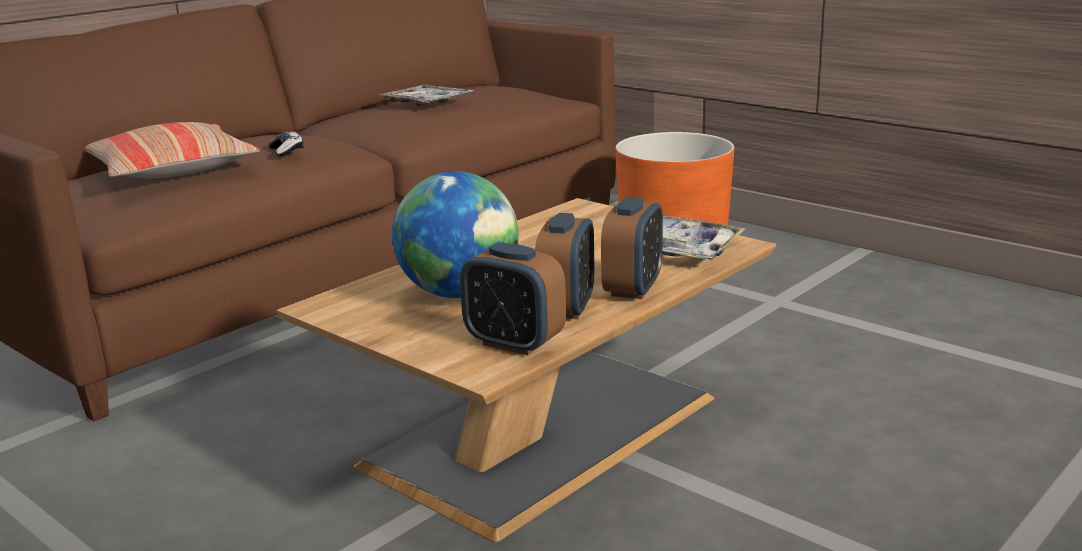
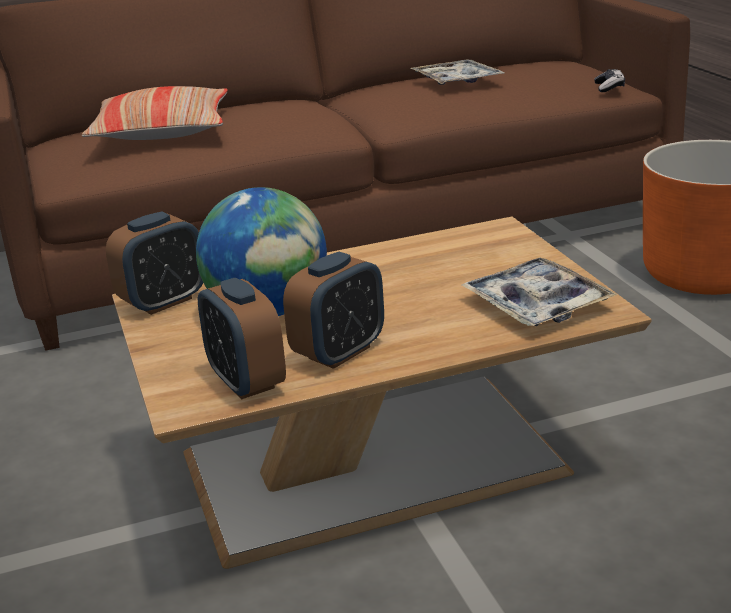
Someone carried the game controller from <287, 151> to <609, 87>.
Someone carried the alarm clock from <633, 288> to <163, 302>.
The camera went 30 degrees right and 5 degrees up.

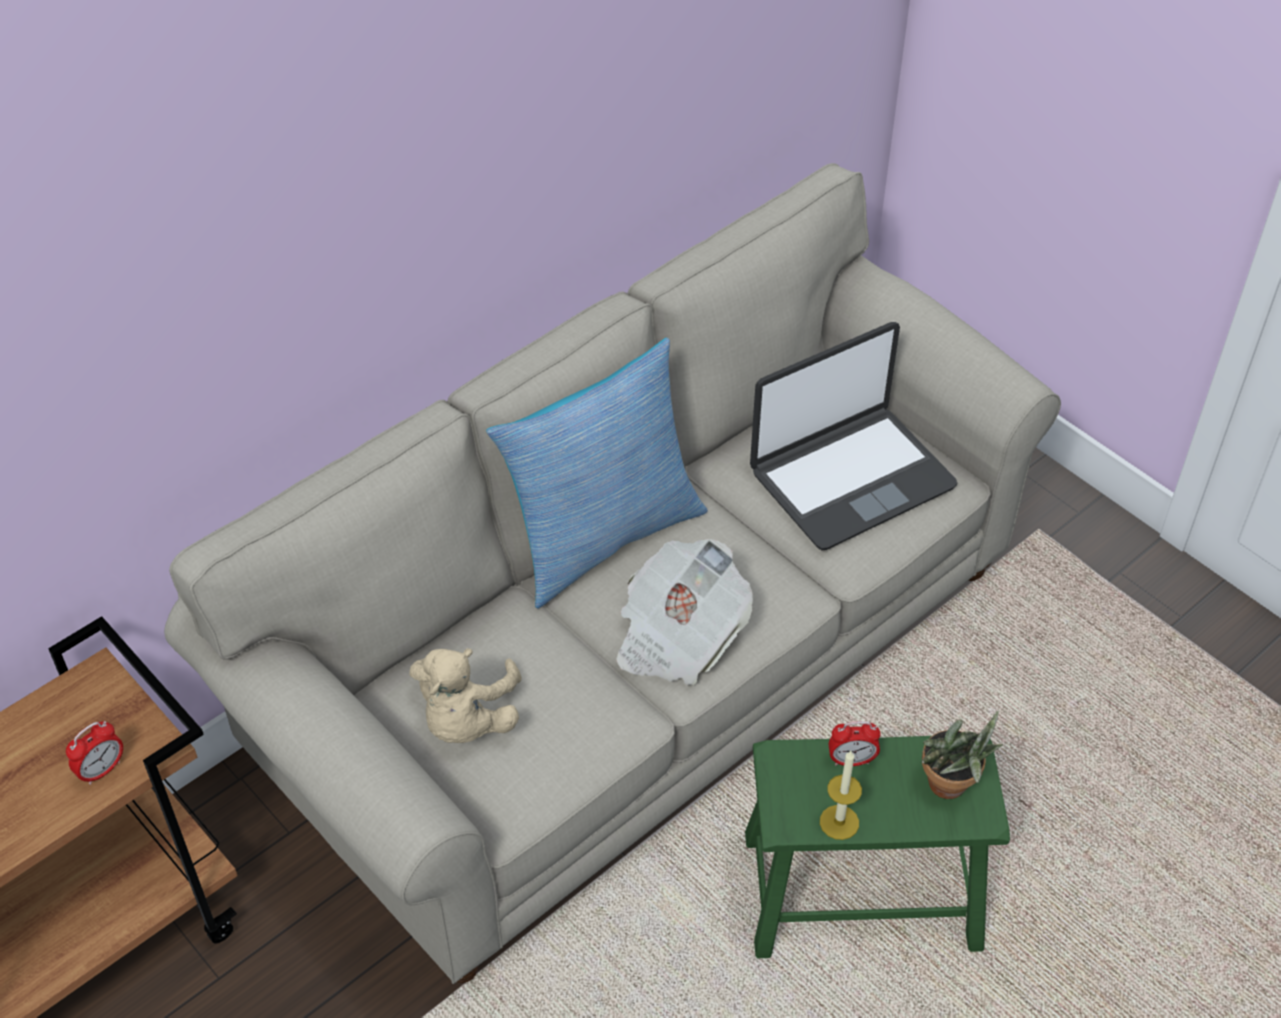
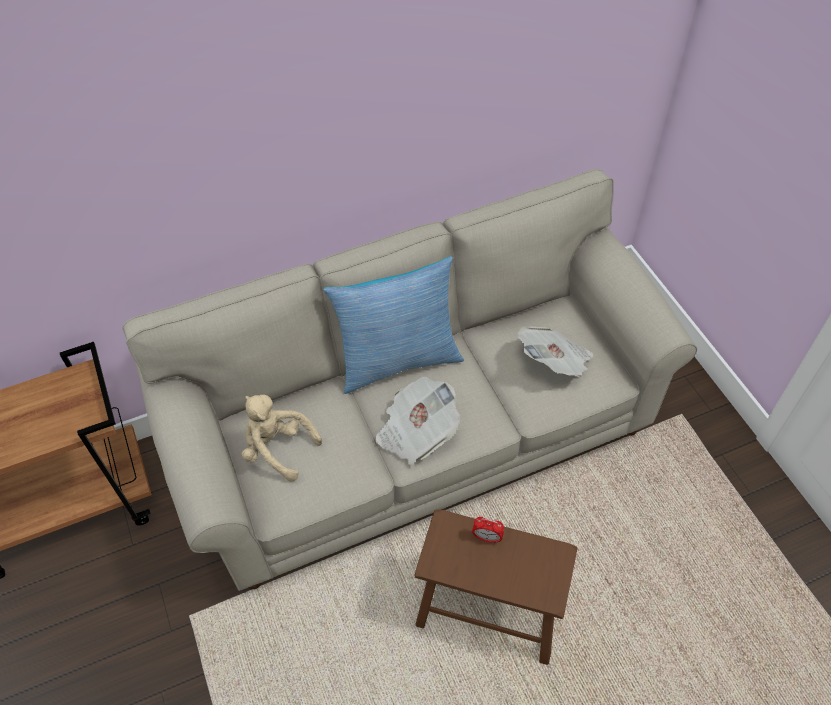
Someone took away the alarm clock at <102, 770>.
Someone rotated the beige-coloured plush toy at <466, 719> by 90 degrees clockwise.
Someone repainted the green-coloured stool at <861, 890>, which became the brown-coloured stool at <490, 604>.
Someone swapped the laptop at <850, 478> for the daily paper at <554, 362>.
Someone took away the wax candle at <839, 822>.
Someone took away the houseplant at <951, 788>.
The camera went 20 degrees right and 5 degrees up.

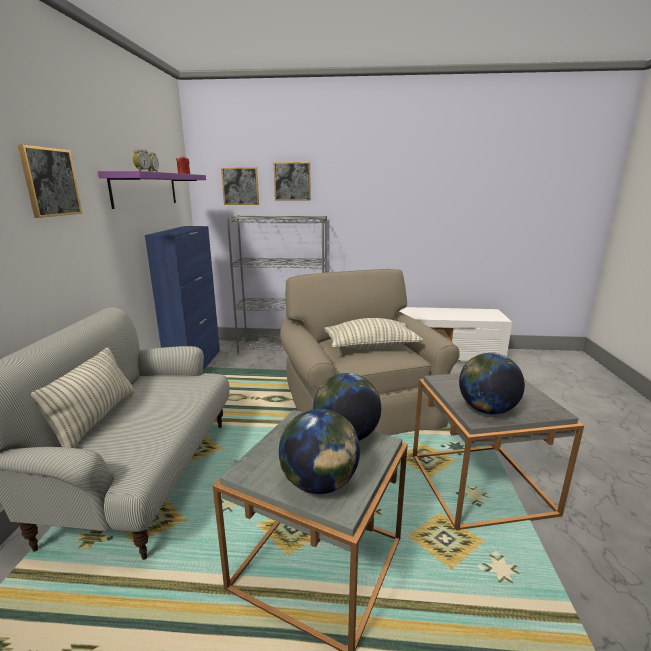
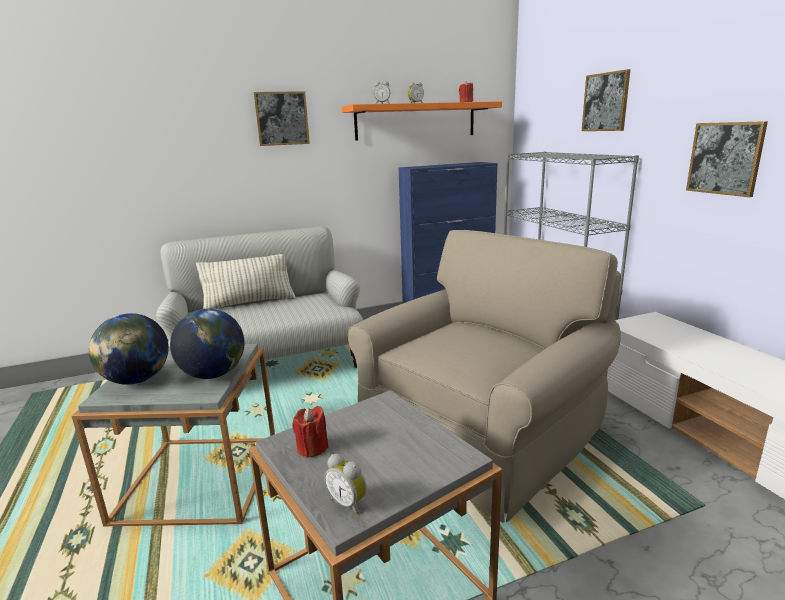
Someone repainted the purplish bracket shelf at <145, 189>, which became the orangey bracket shelf at <416, 121>.
Someone carried the wall picture from <240, 186> to <725, 158>.
Someone took away the pillow at <371, 346>.
Someone swapped the globe at <486, 410> for the reddish wax candle at <312, 448>.
Someone put down the alarm clock at <349, 503>.
The camera went 65 degrees right and 0 degrees up.

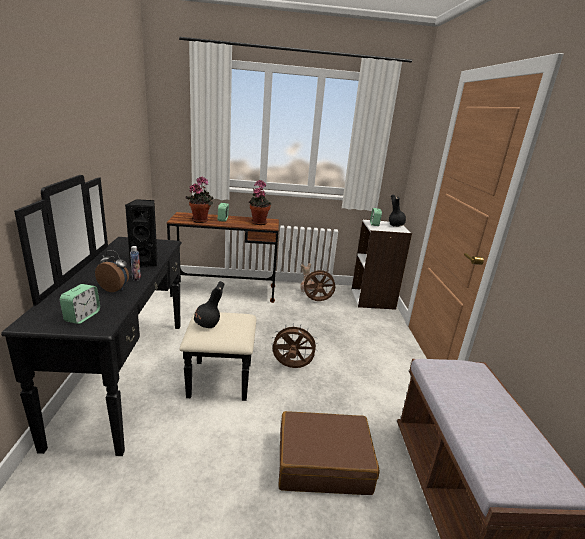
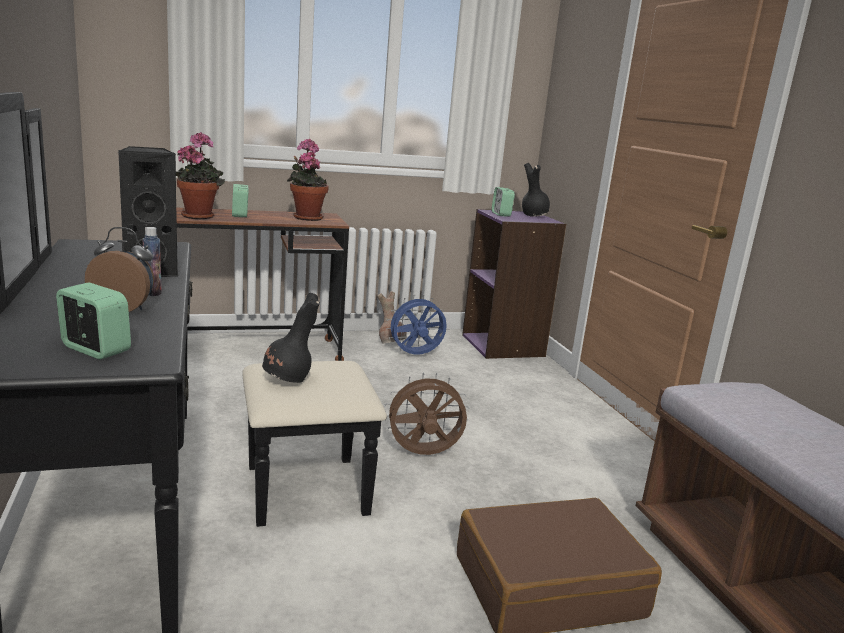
Someone rotated the alarm clock at <82, 316> by 60 degrees counterclockwise.
Someone repainted the brown-coloured electric fan at <317, 301>, which became the blue electric fan at <415, 355>.
Someone repainted the white-coloured bookcase at <373, 299>, which became the purplish bookcase at <503, 345>.
The camera went 15 degrees left and 5 degrees down.

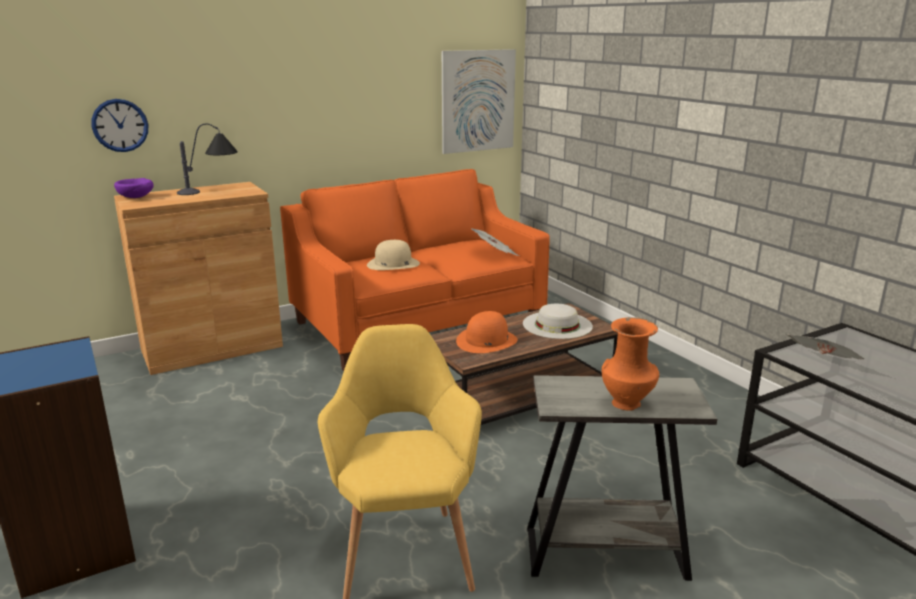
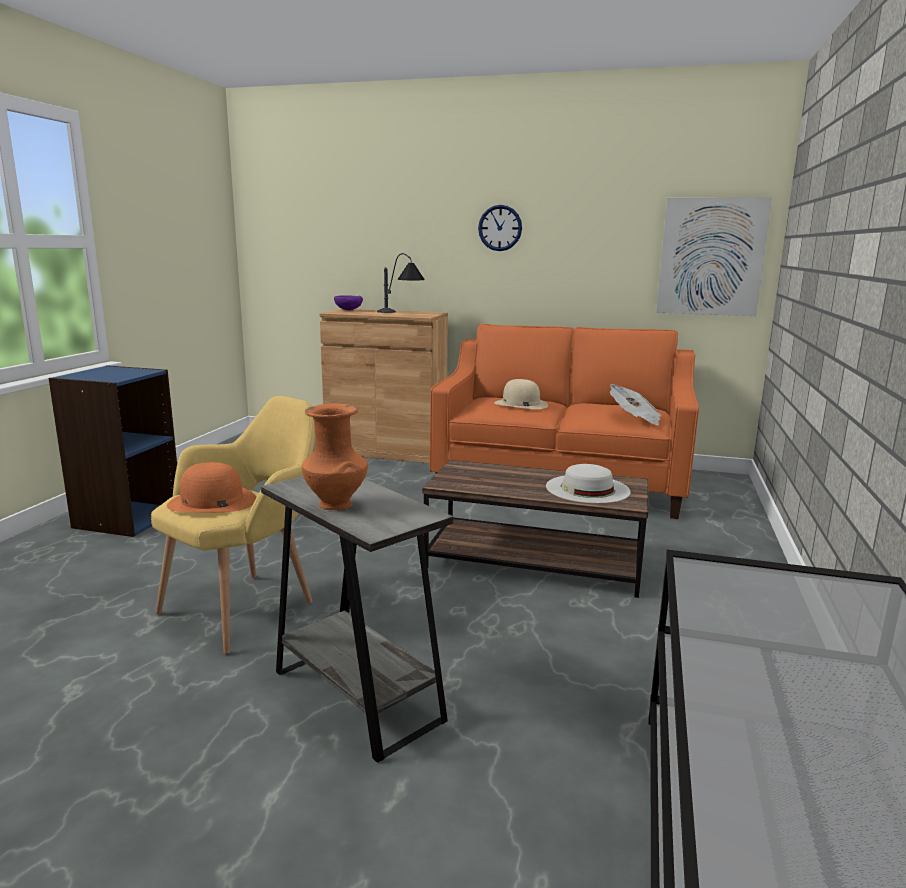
Someone carried the clock on the wall from <120, 125> to <500, 228>.
Someone carried the orangey clothing hat from <486, 341> to <212, 502>.
Someone took away the daily paper at <822, 365>.
The camera went 45 degrees right and 5 degrees down.

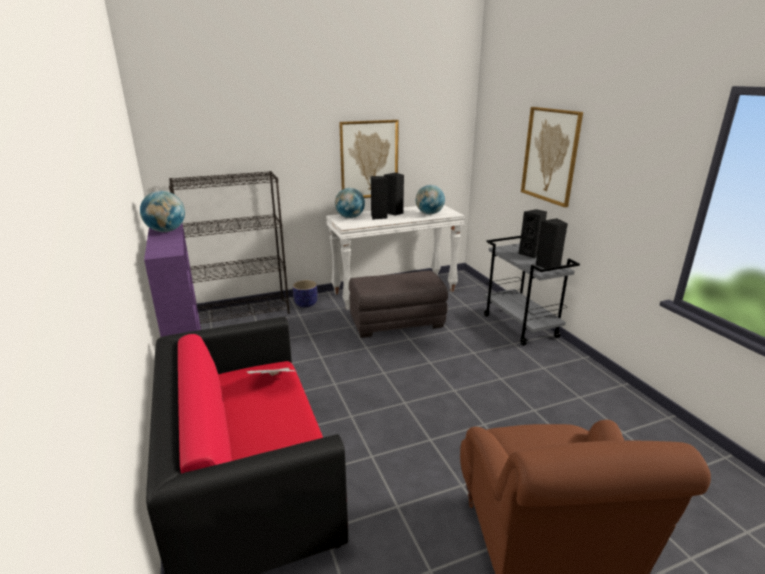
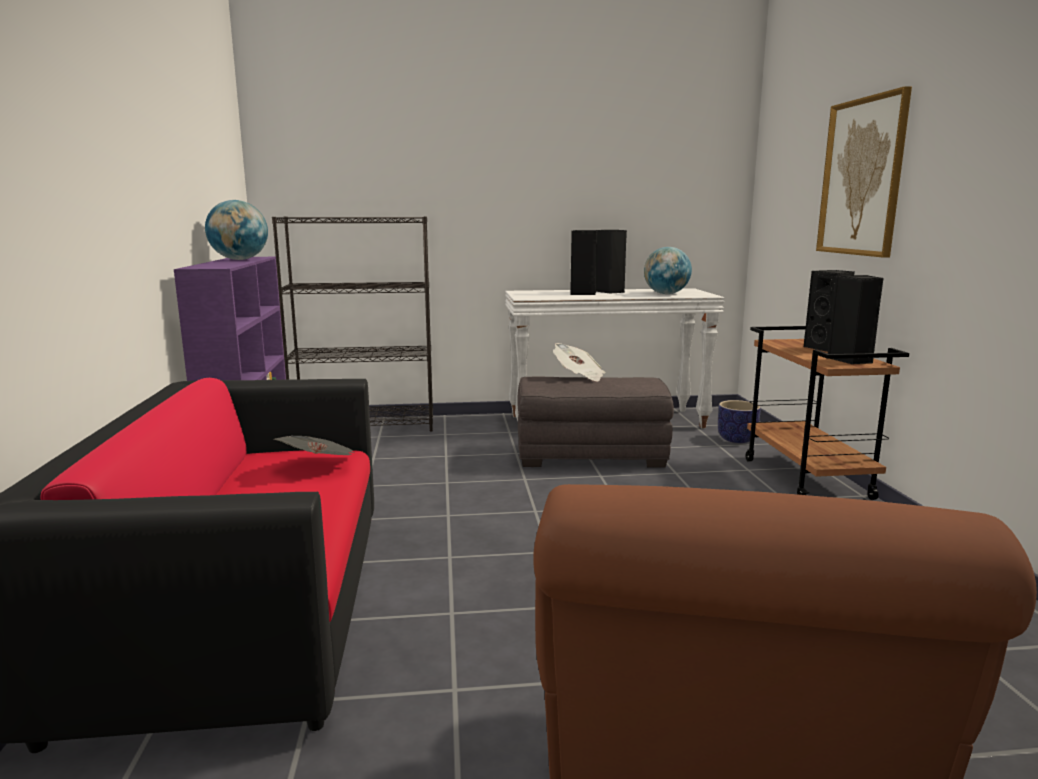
Someone carried the planter from <306, 304> to <736, 439>.
Someone took away the globe at <350, 217>.
Someone took away the wall picture at <369, 159>.
Someone repainted the grey wheeled cart at <521, 326>, which became the brown-coloured wheeled cart at <808, 479>.
Someone put down the daily paper at <579, 376>.
The camera went 15 degrees right and 10 degrees down.

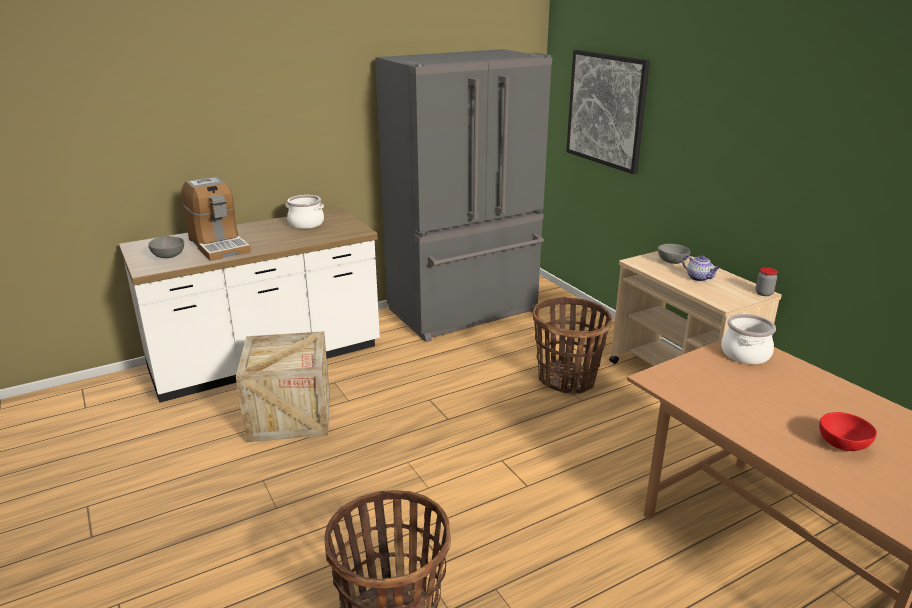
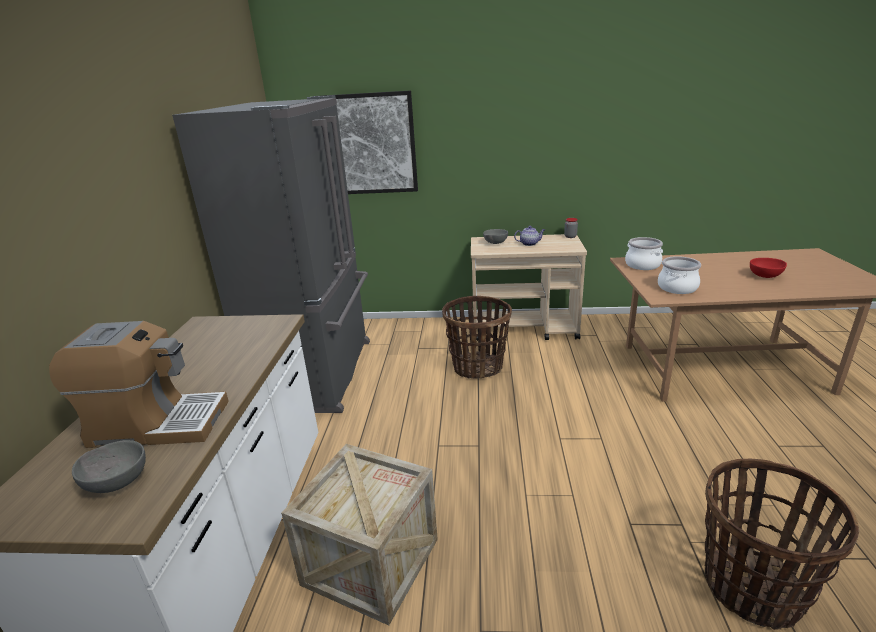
Someone carried the cooking pot from <306, 224> to <677, 288>.
The camera went 55 degrees left and 0 degrees up.

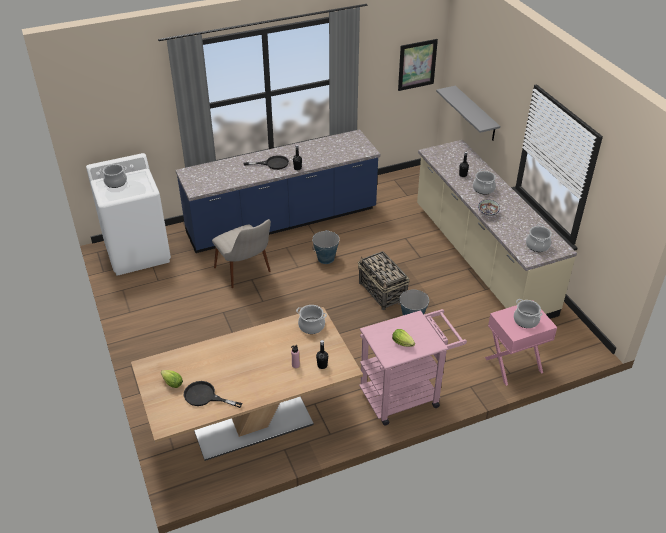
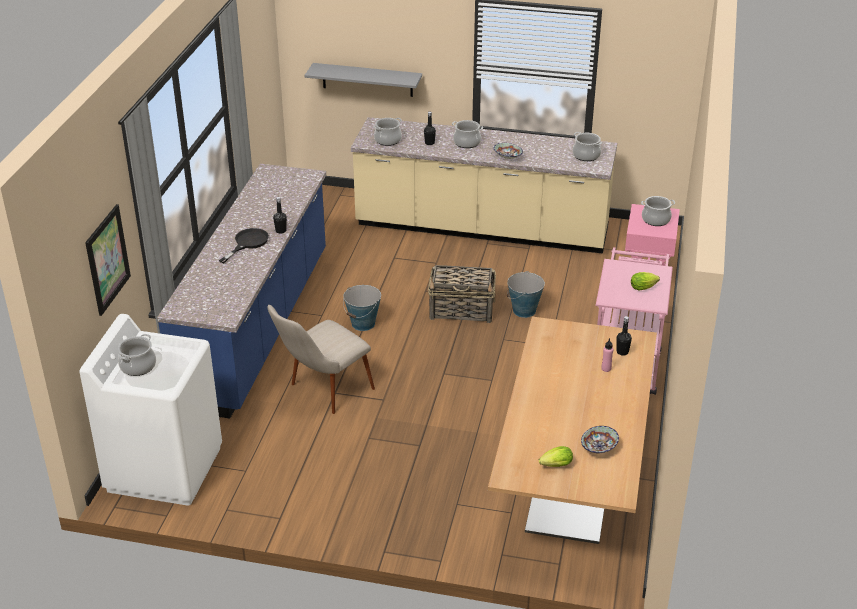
Someone swapped the black-coloured pan at <205, 396> for the bowl at <599, 448>.
Someone rotated the beige-coloured plain chair at <247, 274> by 135 degrees clockwise.
Someone carried the cooking pot from <311, 326> to <388, 140>.
Someone carried the wall picture from <417, 64> to <107, 259>.
The camera went 55 degrees left and 5 degrees down.

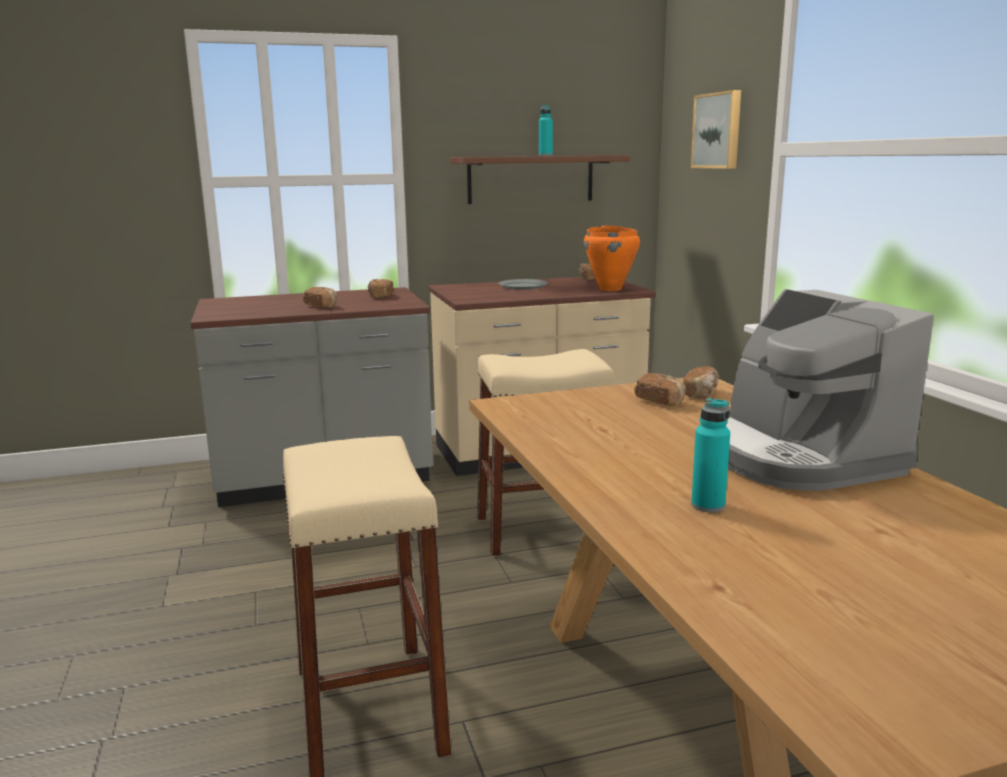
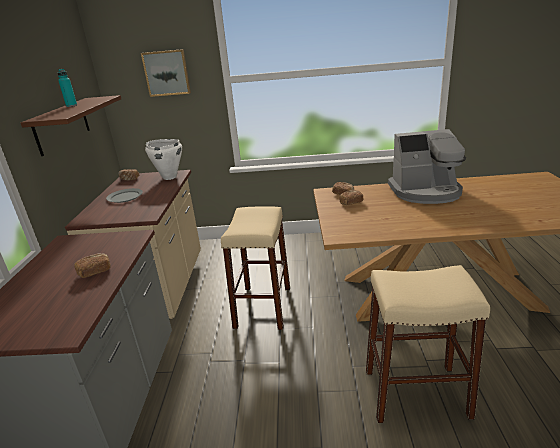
Someone took away the bread at <380, 297>.
Someone repainted the orangey cooking pot at <610, 289>, which became the white-coloured cooking pot at <169, 177>.
Someone took away the blue-green drink bottle at <708, 505>.
The camera went 70 degrees left and 10 degrees up.

